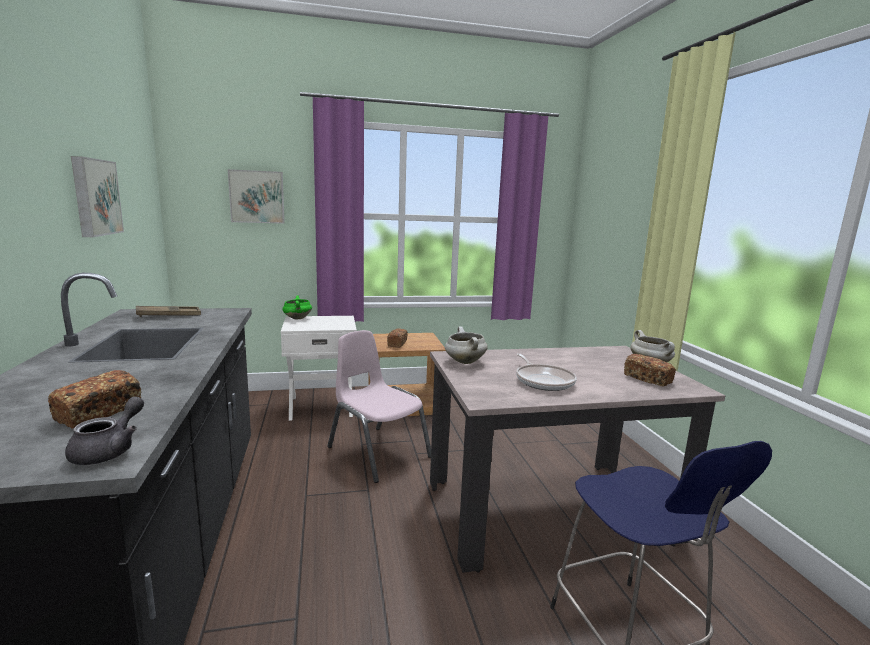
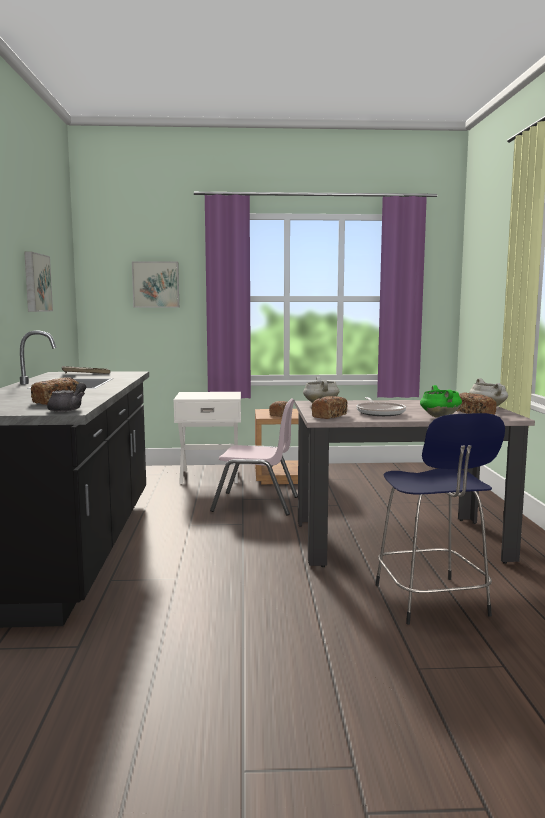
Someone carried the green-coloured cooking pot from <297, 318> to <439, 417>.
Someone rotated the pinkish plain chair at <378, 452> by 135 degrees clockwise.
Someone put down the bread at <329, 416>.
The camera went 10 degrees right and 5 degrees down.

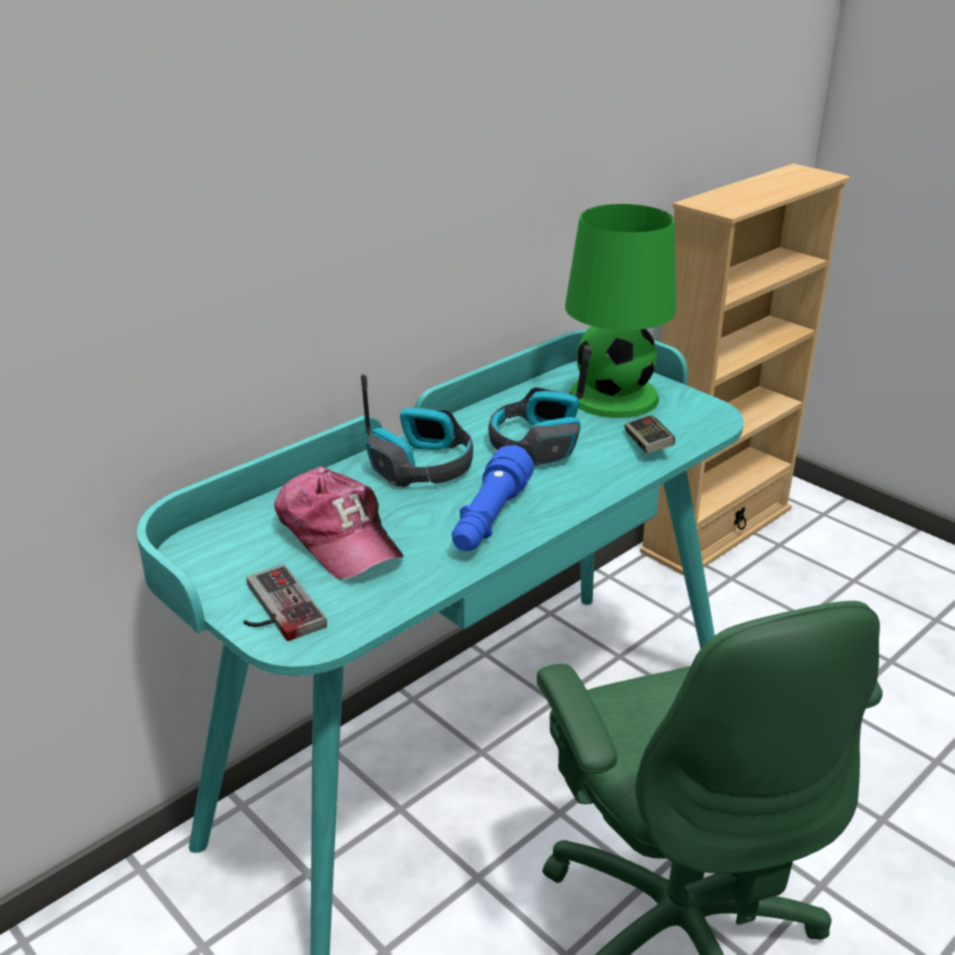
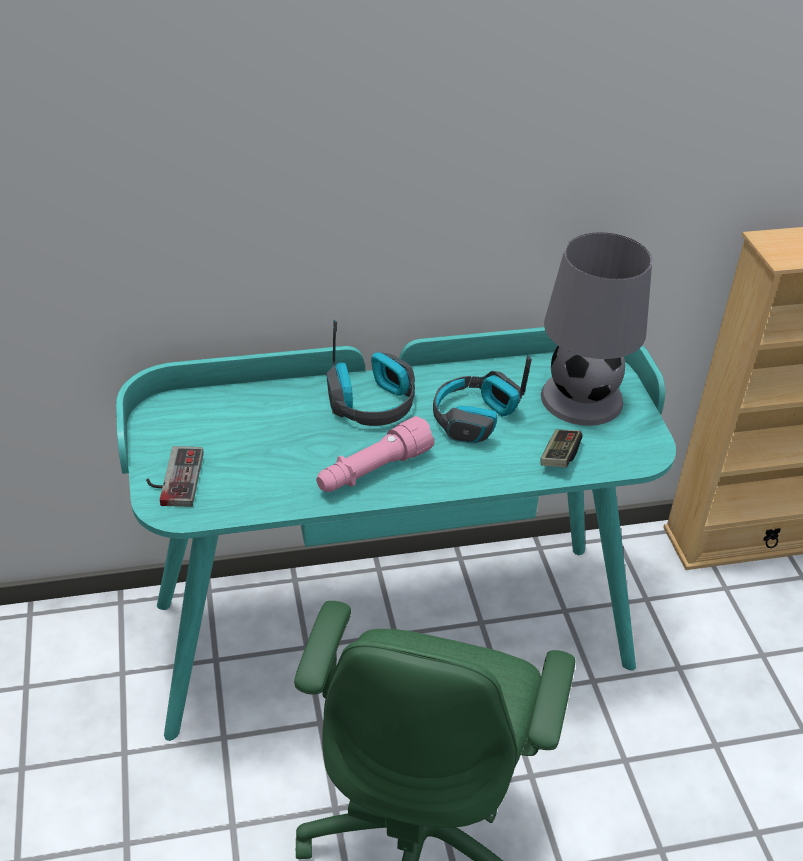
Someone took away the cap at <338, 536>.
Someone repainted the blue flashlight at <489, 519>, which became the pinkish flashlight at <373, 471>.
Someone repainted the green-coloured lamp for a table at <612, 396>, which became the grey lamp for a table at <581, 398>.
The camera went 30 degrees right and 10 degrees up.

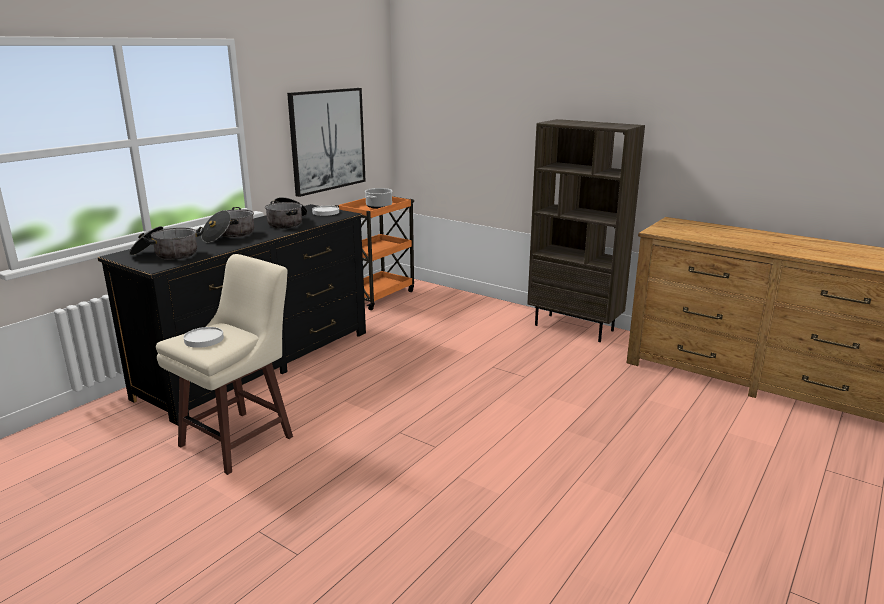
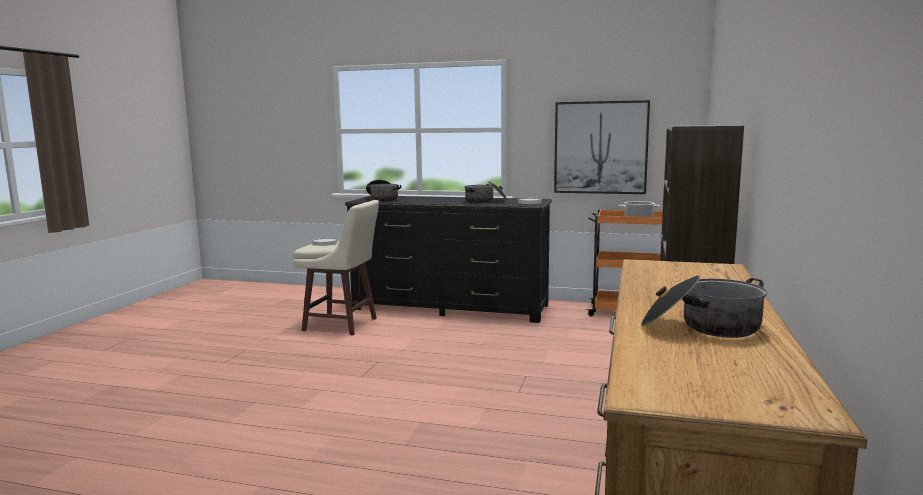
Someone carried the cooking pot from <229, 235> to <702, 327>.
The camera went 70 degrees right and 10 degrees down.

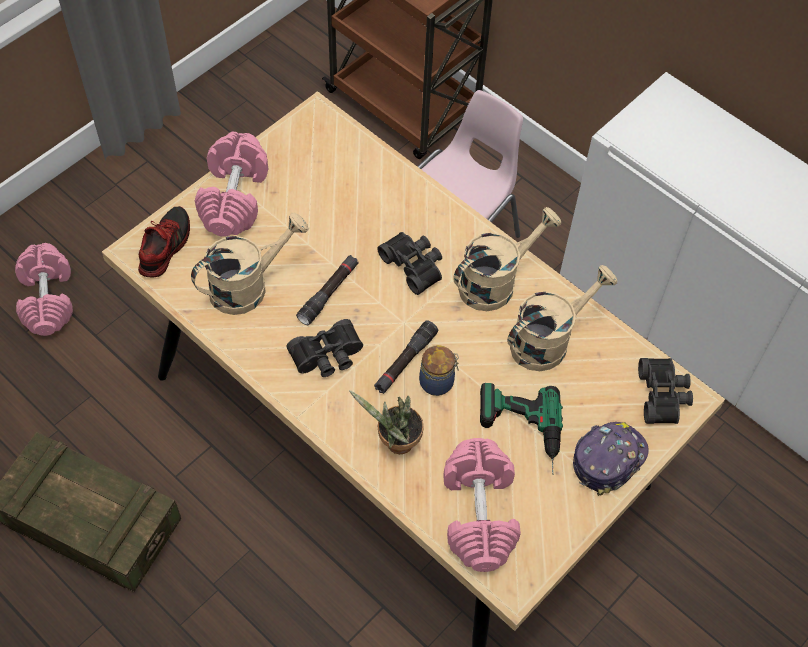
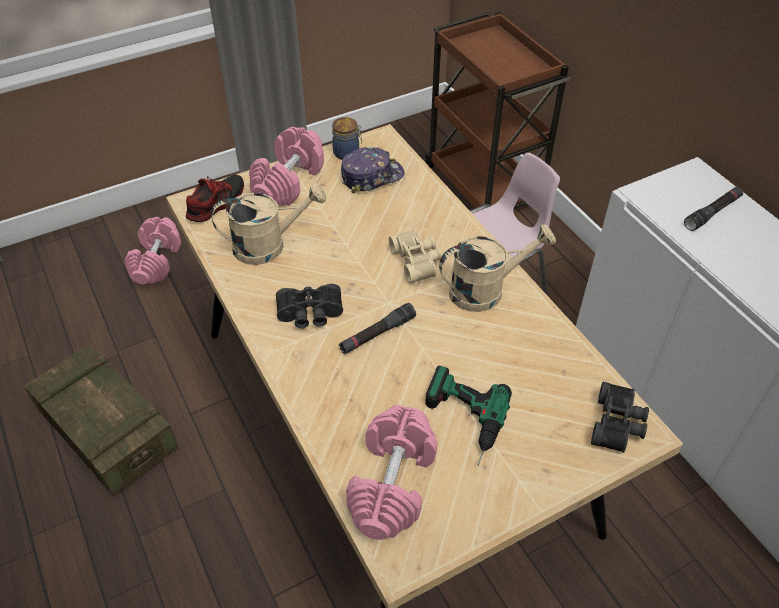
Someone carried the black-coloured flashlight from <329, 293> to <712, 213>.
Someone took away the houseplant at <395, 443>.
Someone repainted the black-coloured field glasses at <414, 265>, which became the beige-coloured field glasses at <417, 261>.
Someone carried the preserve jar from <438, 382> to <347, 153>.
Someone took away the beige-coloured watering can at <548, 340>.
Someone carried the cap from <608, 459> to <371, 176>.
The camera went 20 degrees right and 10 degrees down.

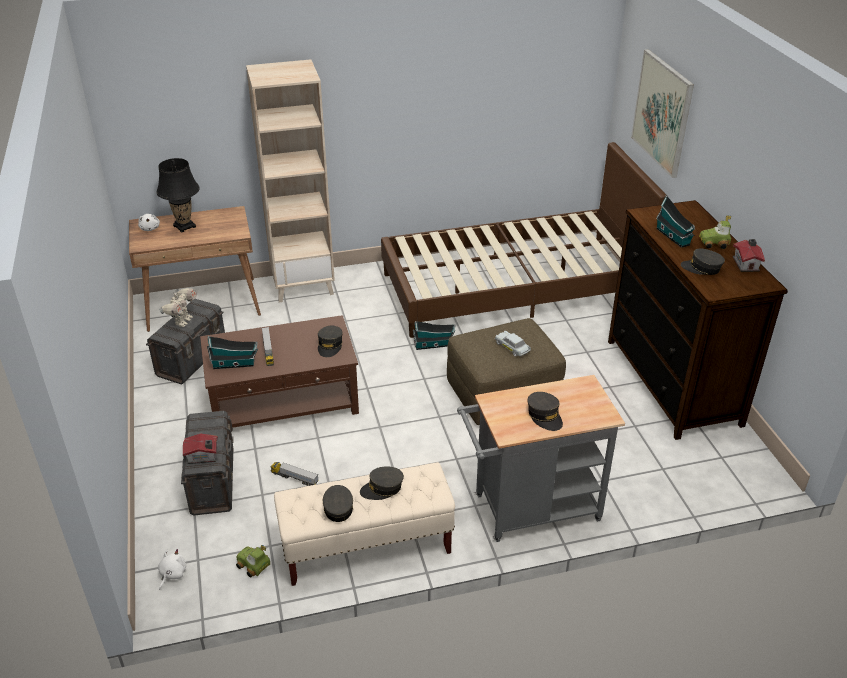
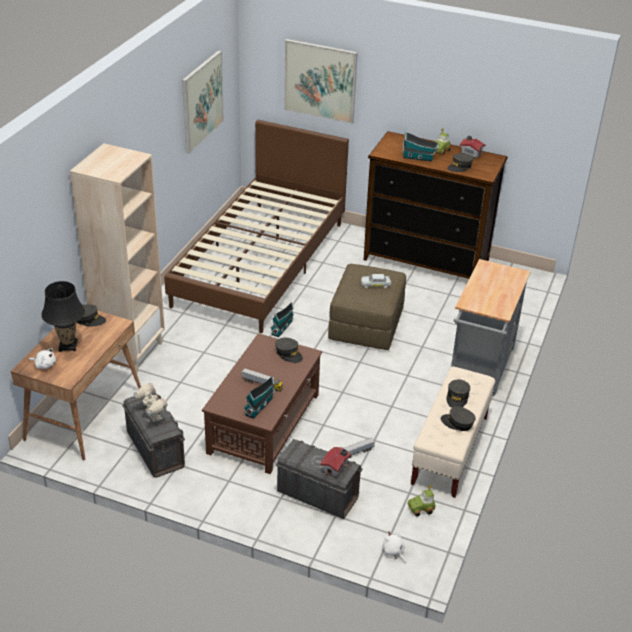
Someone carried the grey cap from <544, 416> to <89, 320>.
Someone put up the wall picture at <202, 101>.
The camera went 55 degrees left and 0 degrees up.

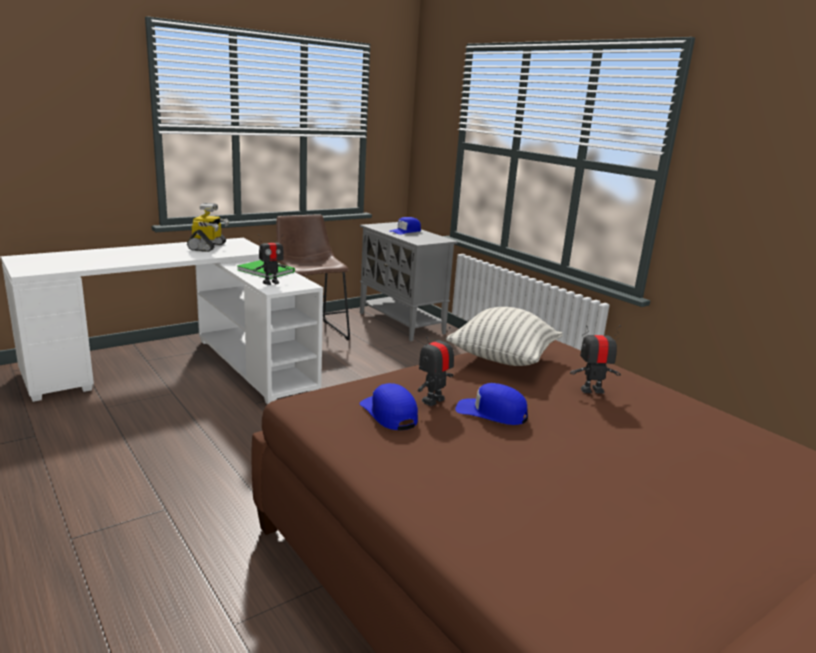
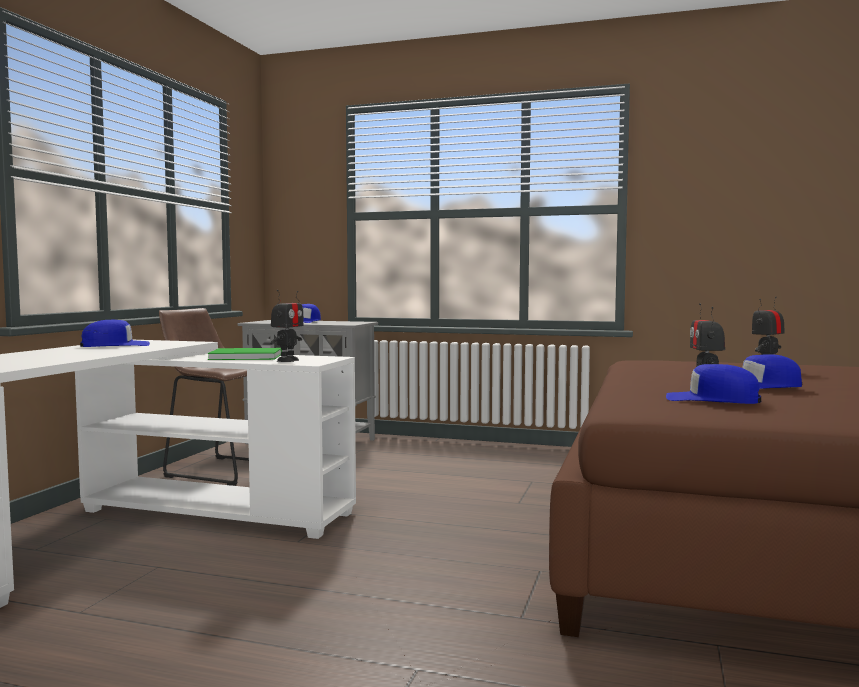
Someone swapped the toy robot at <208, 247> for the blue cap at <115, 346>.
Someone took away the pillow at <502, 360>.
The camera went 35 degrees left and 15 degrees down.

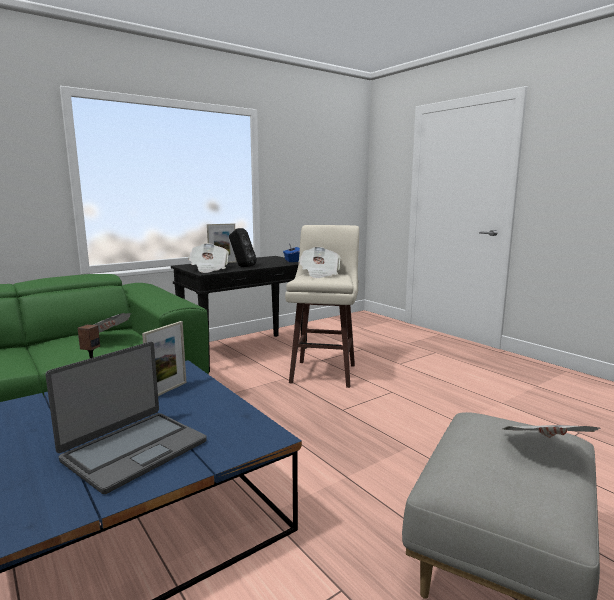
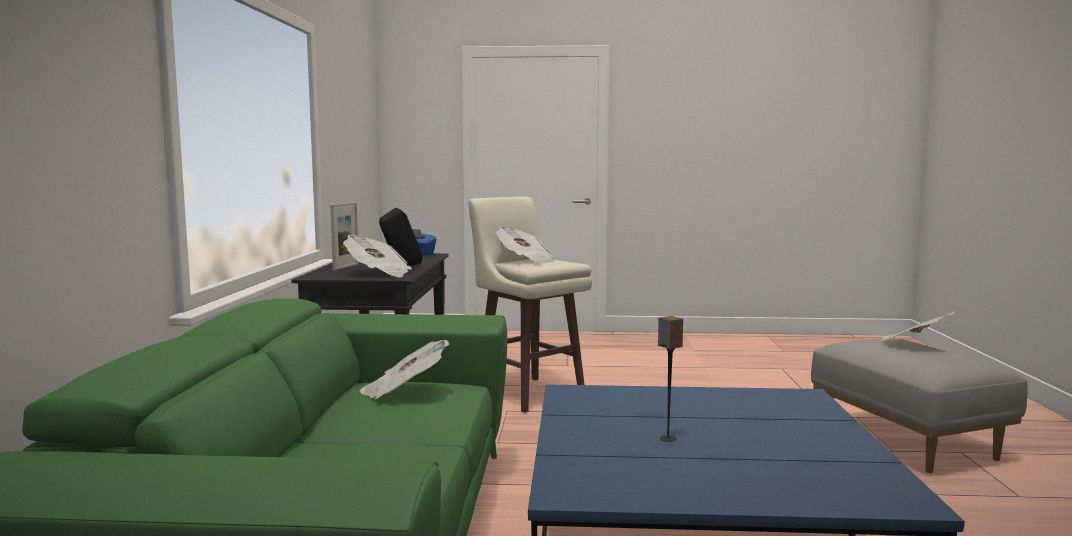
Someone took away the laptop at <134, 450>.
Someone took away the standing frame at <167, 390>.
The camera went 50 degrees left and 5 degrees down.

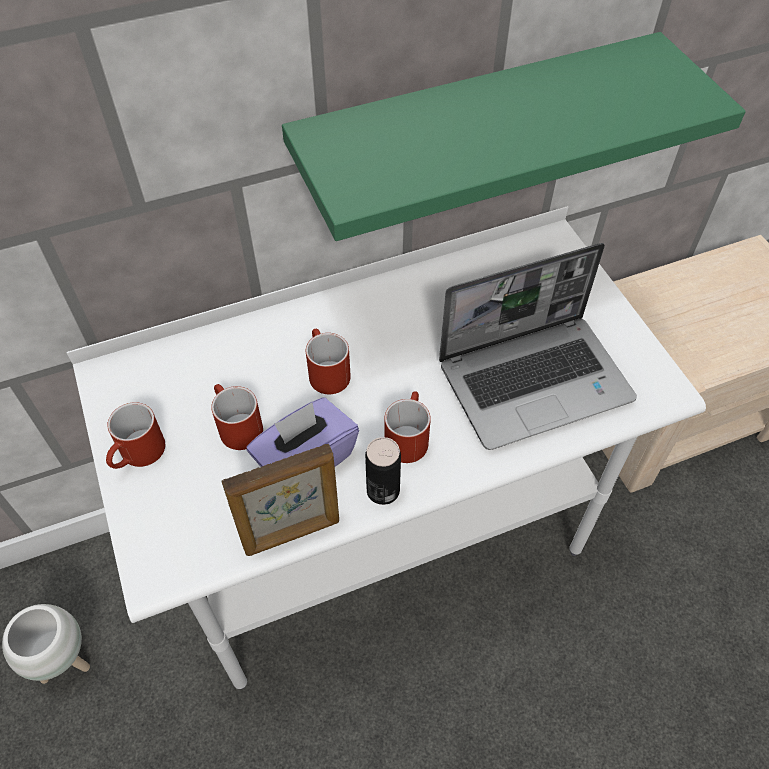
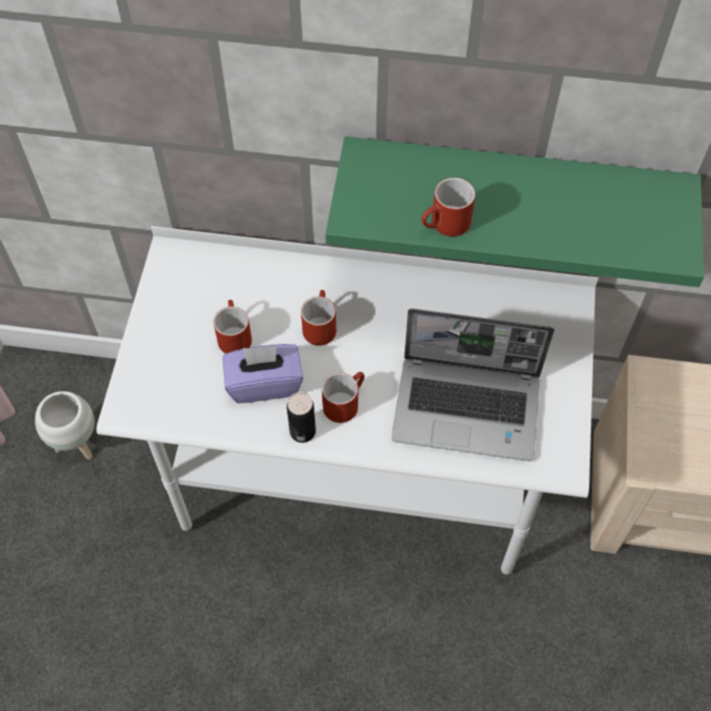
Someone carried the reddish coffee mug from <139, 456> to <445, 226>.
Someone took away the standing frame at <292, 534>.
The camera went 30 degrees right and 5 degrees up.

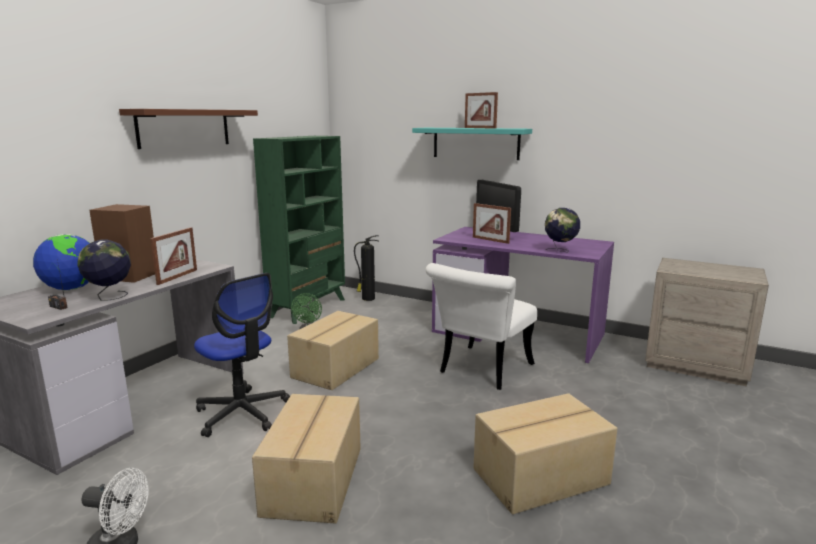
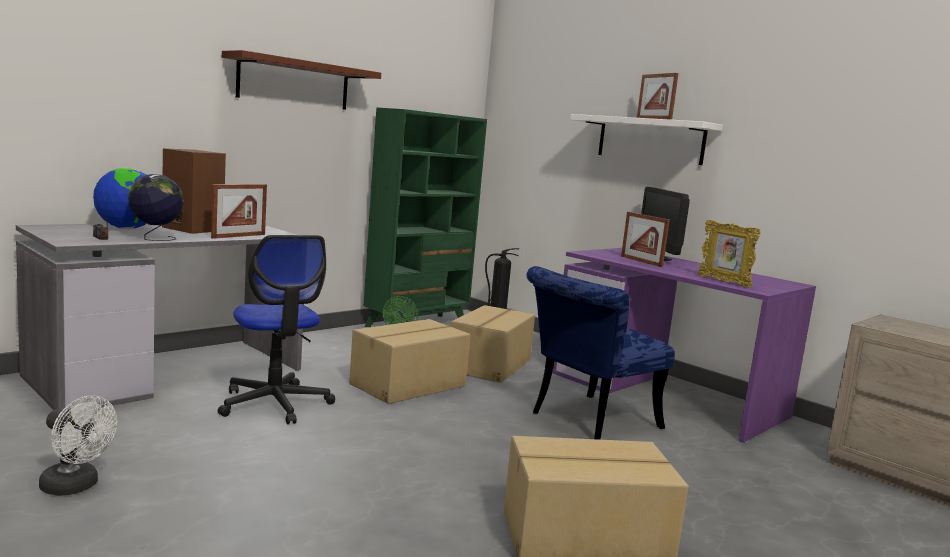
Someone carried the packing box from <315, 480> to <491, 365>.
Someone repainted the blue-green bracket shelf at <475, 143>, which became the white-coloured bracket shelf at <650, 140>.
Someone repainted the white-coloured plain chair at <480, 371>, which became the blue plain chair at <586, 422>.
Someone swapped the globe at <560, 251> for the standing frame at <724, 282>.
The camera went 15 degrees right and 5 degrees down.

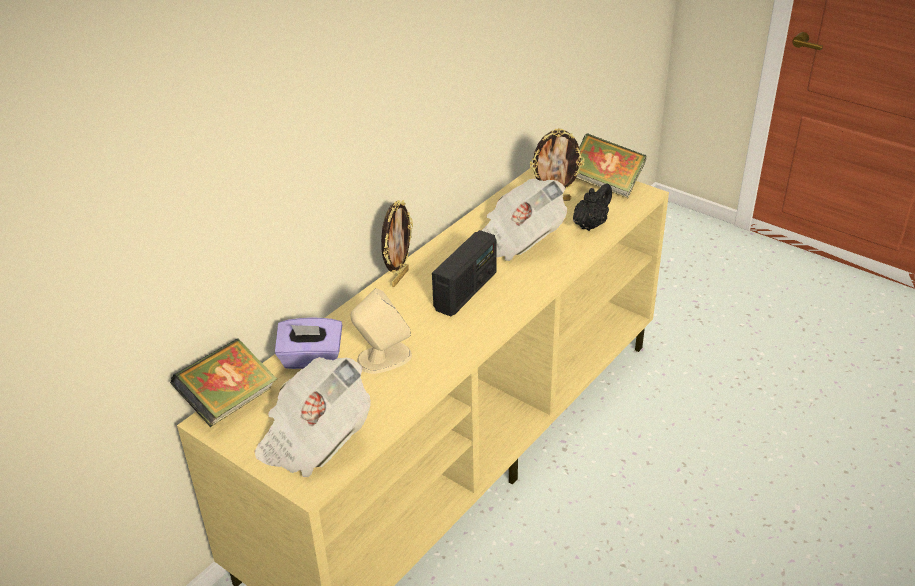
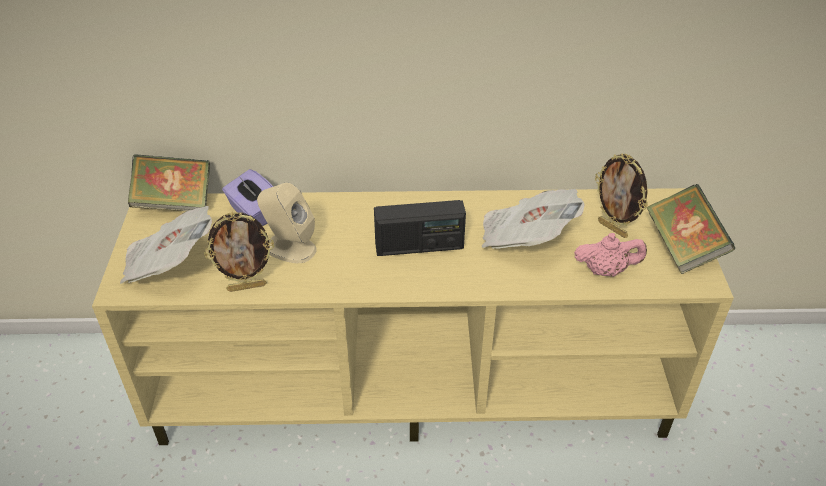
Someone carried the standing frame from <399, 277> to <247, 286>.
Someone repainted the black-coloured teapot at <590, 224>, which became the pinkish teapot at <605, 271>.
The camera went 50 degrees right and 5 degrees up.

